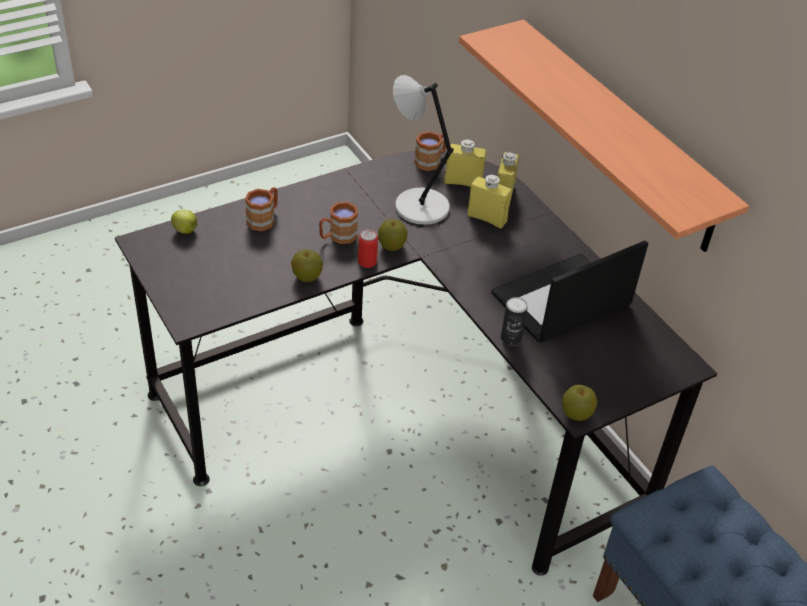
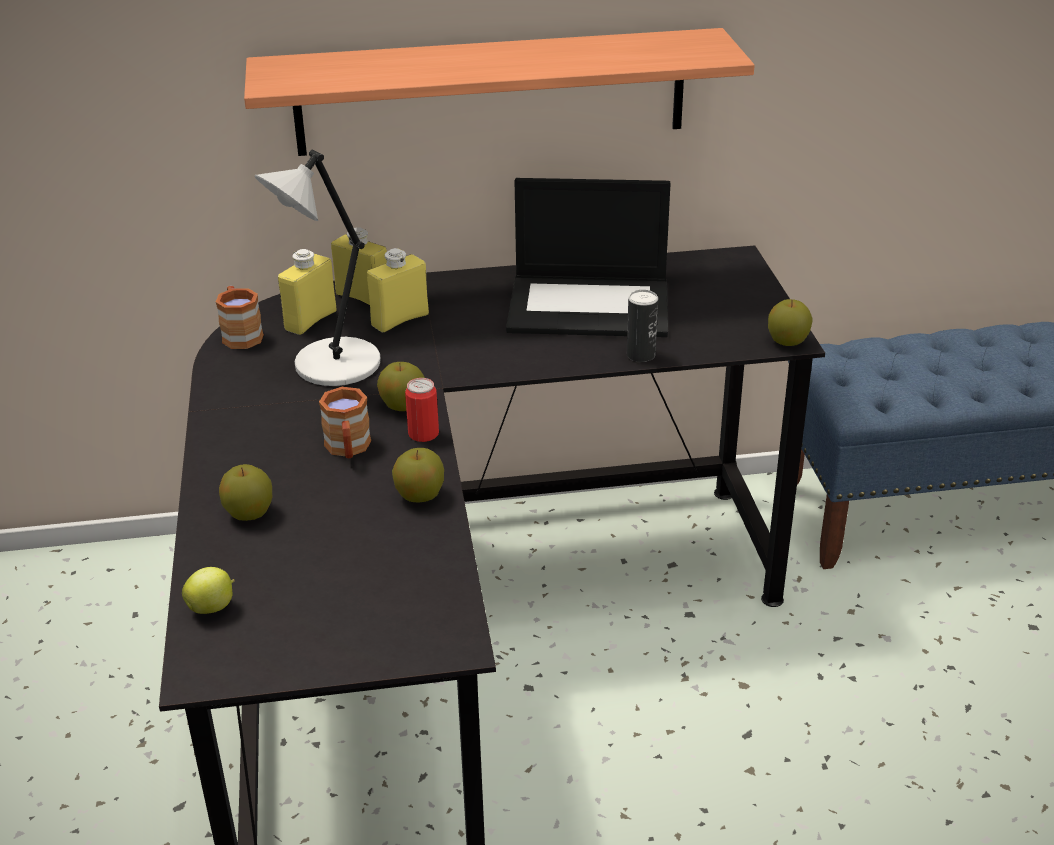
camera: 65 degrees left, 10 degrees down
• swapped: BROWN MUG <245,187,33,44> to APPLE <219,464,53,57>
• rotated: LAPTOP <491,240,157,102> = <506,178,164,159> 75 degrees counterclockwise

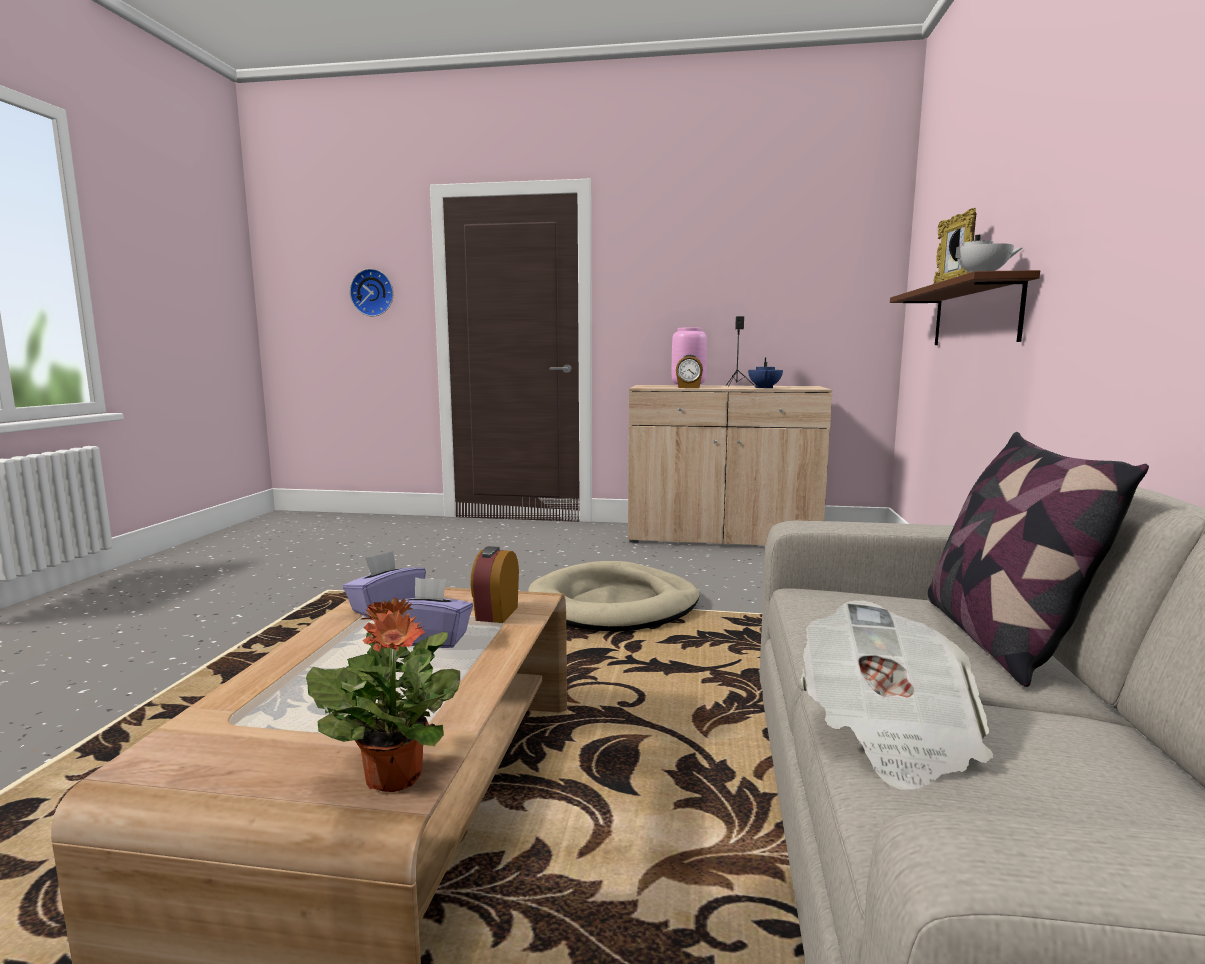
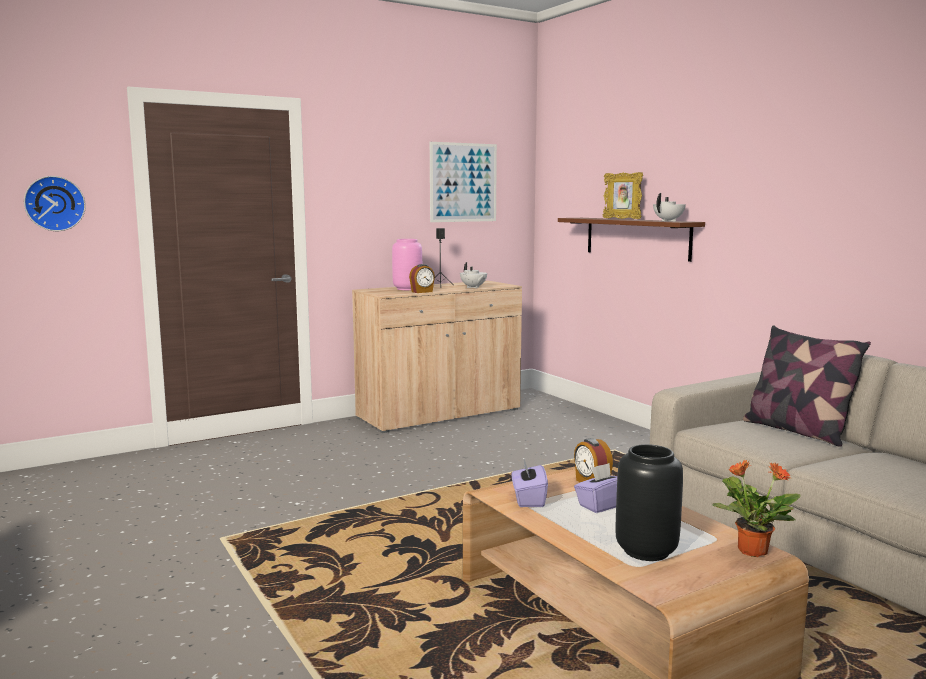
camera: 40 degrees left, 0 degrees up
• gone: BEIGE DOG BED <528,561,171,71>
• repainted: BLUE TEAPOT <748,358,35,30> to WHITE TEAPOT <460,262,27,26>
• gone: NEWSPAPER <801,600,192,190>
• new: PICTURE <430,142,67,80>
• new: BLACK VASE <616,444,67,117>

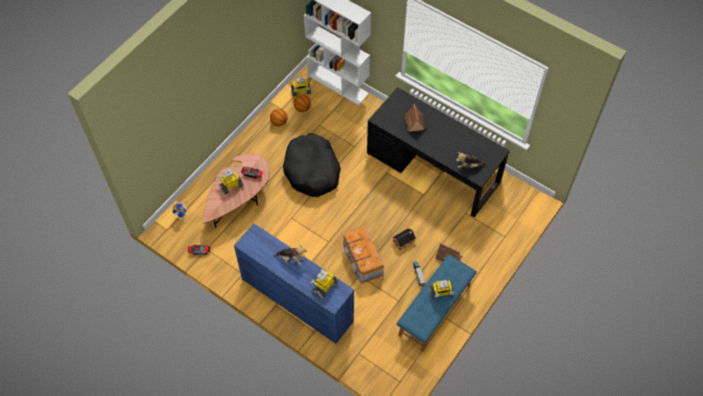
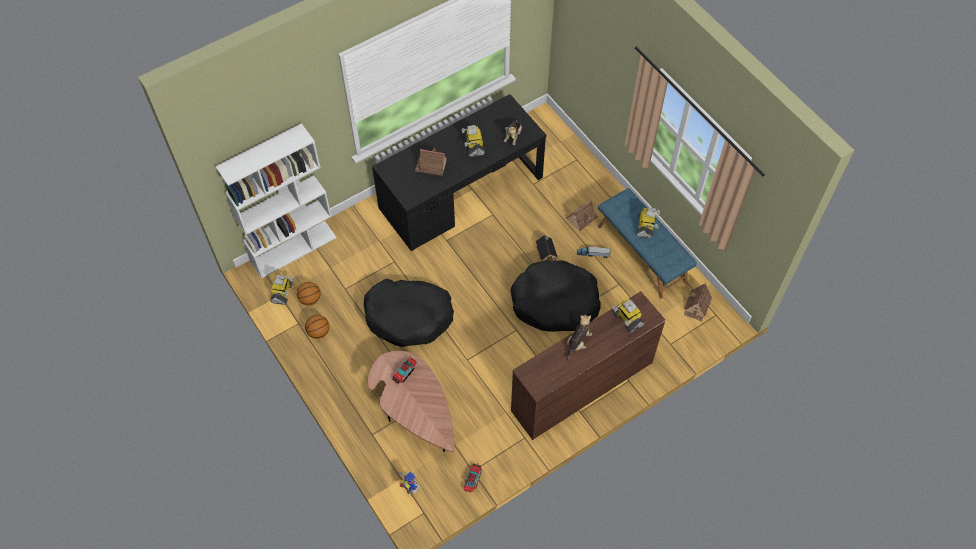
camera: 70 degrees left, 0 degrees up
• shifted: TOY ROBOT <218,169,25,25> to <462,125,23,32>
• repainted: BLUE DRESSER <234,224,120,120> to BROWN DRESSER <511,291,155,149>
• swapped: STORAGE BOX <343,225,41,58> to BLACK DOG BED <511,260,89,72>
• new: TOY HOUSE <684,283,28,38>

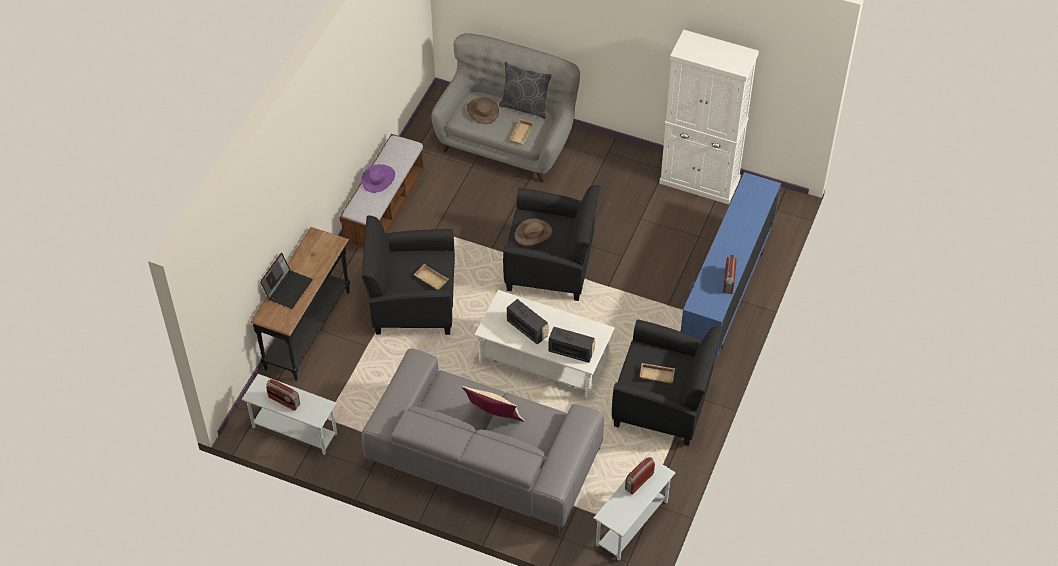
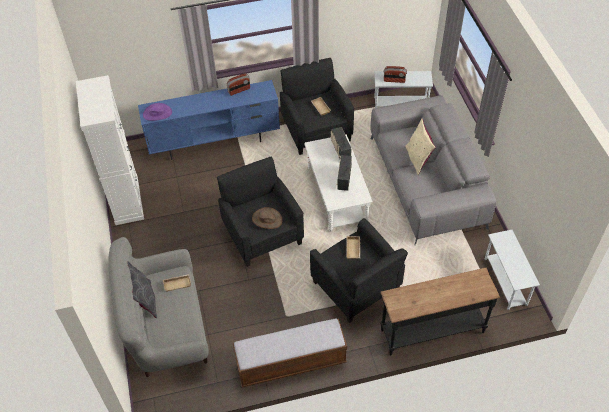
camera: 125 degrees left, 0 degrees up
• gone: LAPTOP <260,253,53,56>
• gone: RADIO <266,379,34,32>
• shifted: PURPLE HAT <362,164,33,29> to <143,103,29,18>
• gone: BROWN HAT <467,97,32,27>

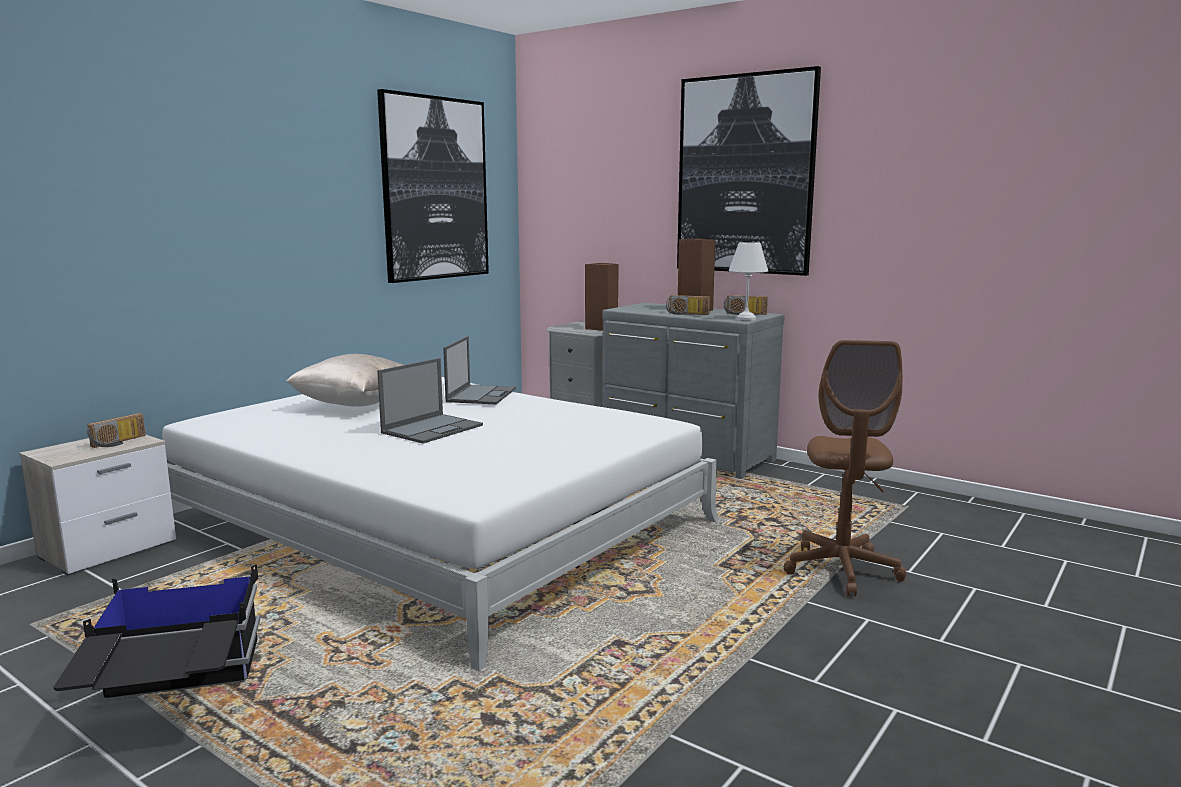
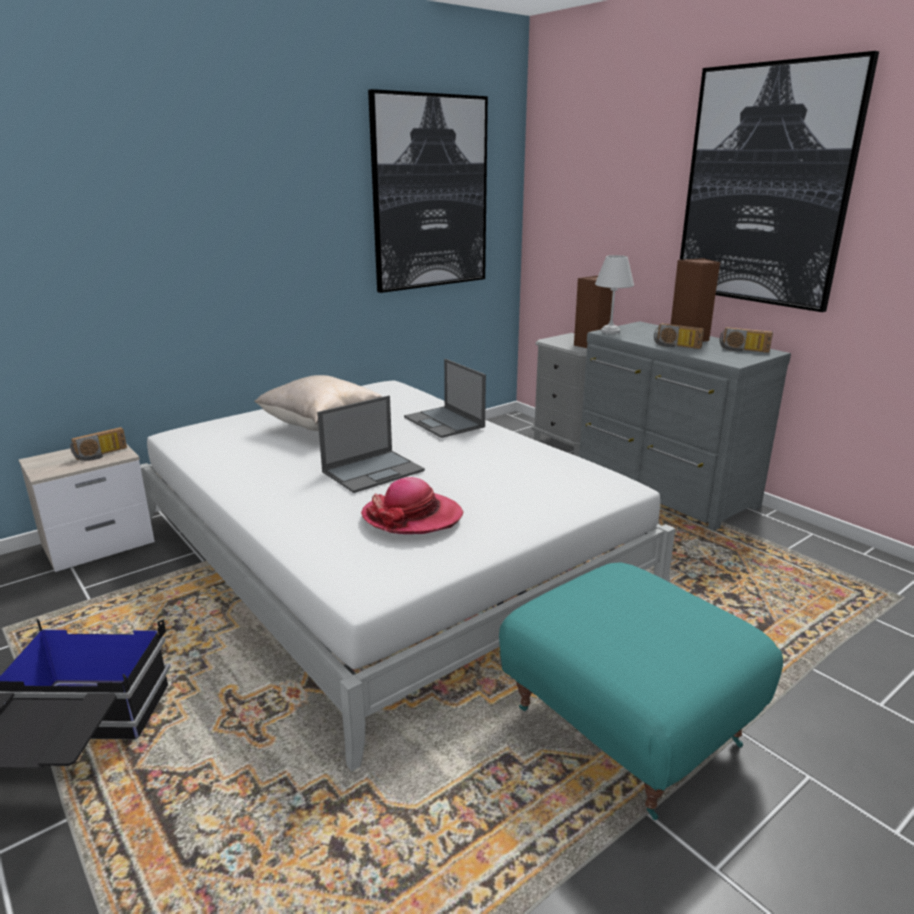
camera: 15 degrees right, 10 degrees up
• rotated: LAPTOP <443,336,73,68> = <404,359,82,79> 120 degrees clockwise
• shifted: WHITE TABLE LAMP <729,242,39,78> to <595,255,39,79>
• gone: BROWN OFFICE CHAIR <784,340,122,257>
• new: HAT <361,477,102,57>
• new: TURQUOISE OTTOMAN <499,563,284,257>

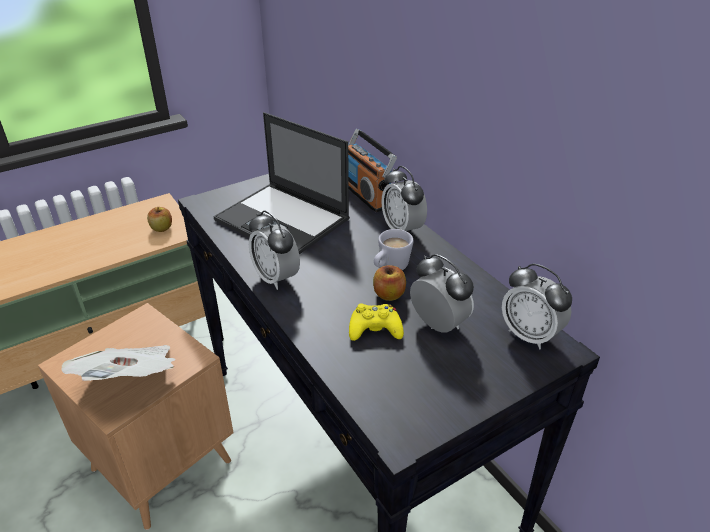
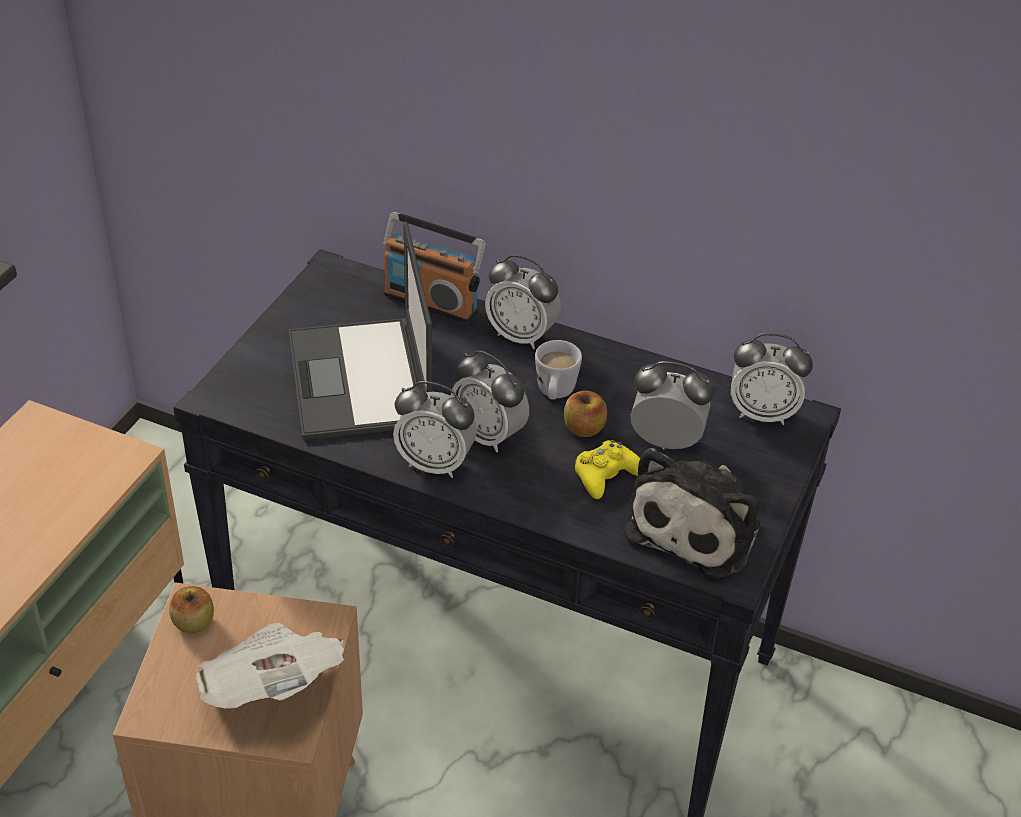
camera: 35 degrees left, 5 degrees up
• shifted: APPLE <147,207,25,25> to <169,586,45,47>
• rotated: LAPTOP <213,112,137,142> = <289,222,143,218> 75 degrees clockwise
• new: ALARM CLOCK <451,350,78,103>
• new: PLUSH TOY <624,448,136,130>

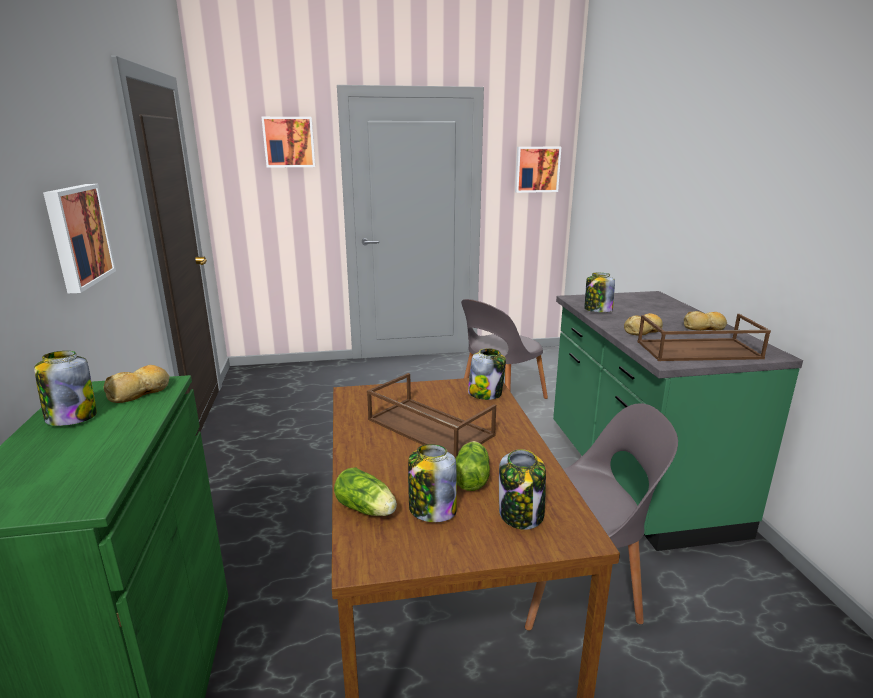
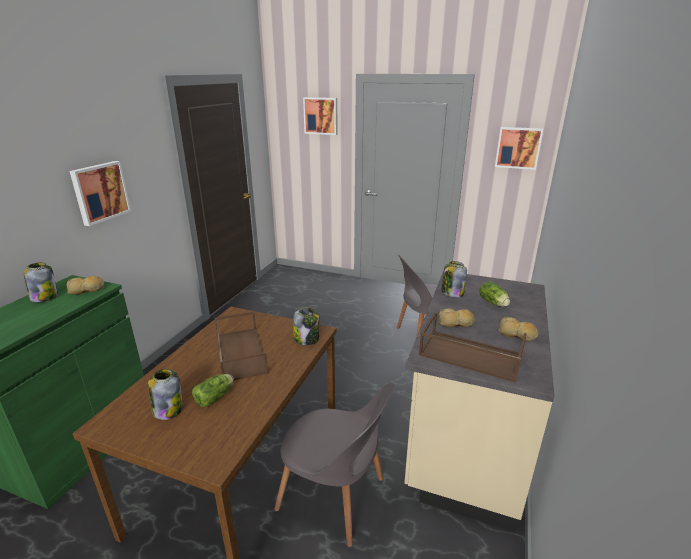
camera: 30 degrees right, 5 degrees up
• shifted: LETTUCE <334,467,63,49> to <479,281,31,26>
• gone: JAR <499,449,47,81>
• repainted: GREEN COUNTER <553,291,250,260> to BEIGE COUNTER <404,271,150,261>

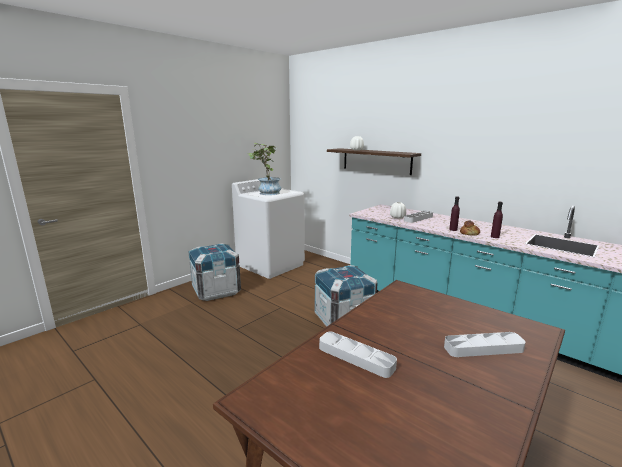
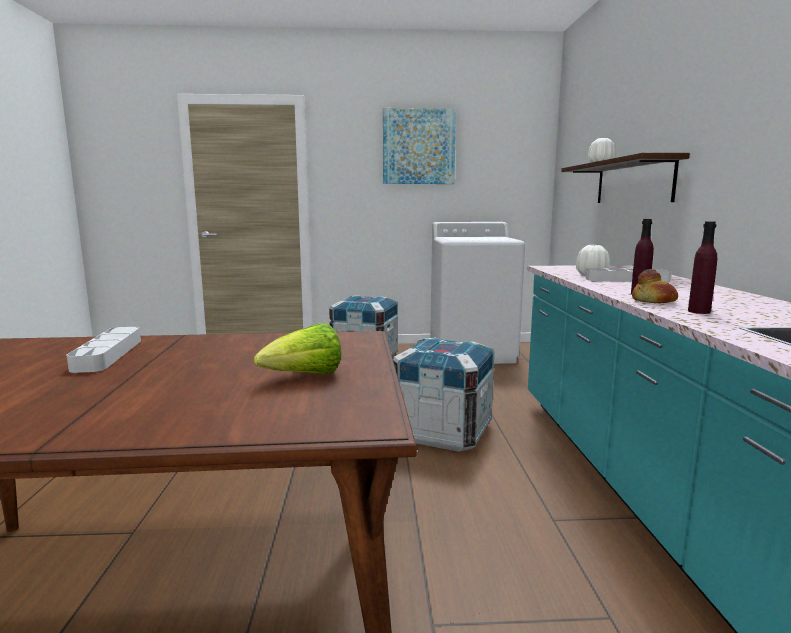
camera: 45 degrees right, 5 degrees down
• gone: POTTED PLANT <247,143,34,52>
• gone: GREY TRAY <444,332,82,25>
• new: LETTUCE <254,323,87,51>
• new: PICTURE <383,108,73,76>

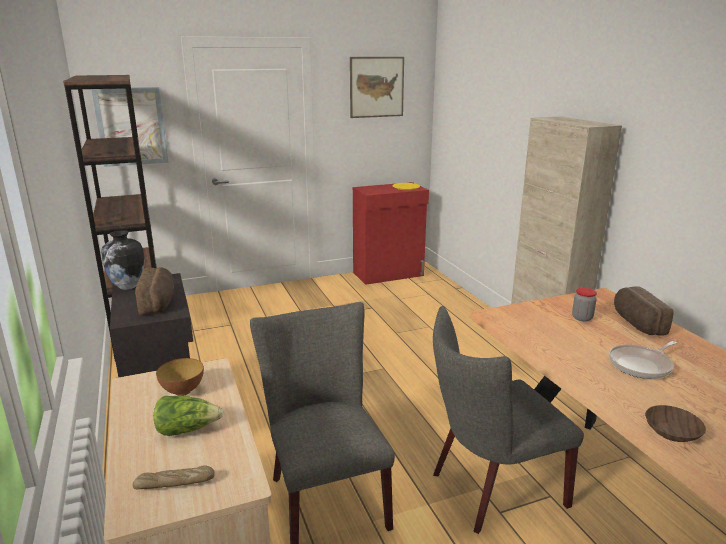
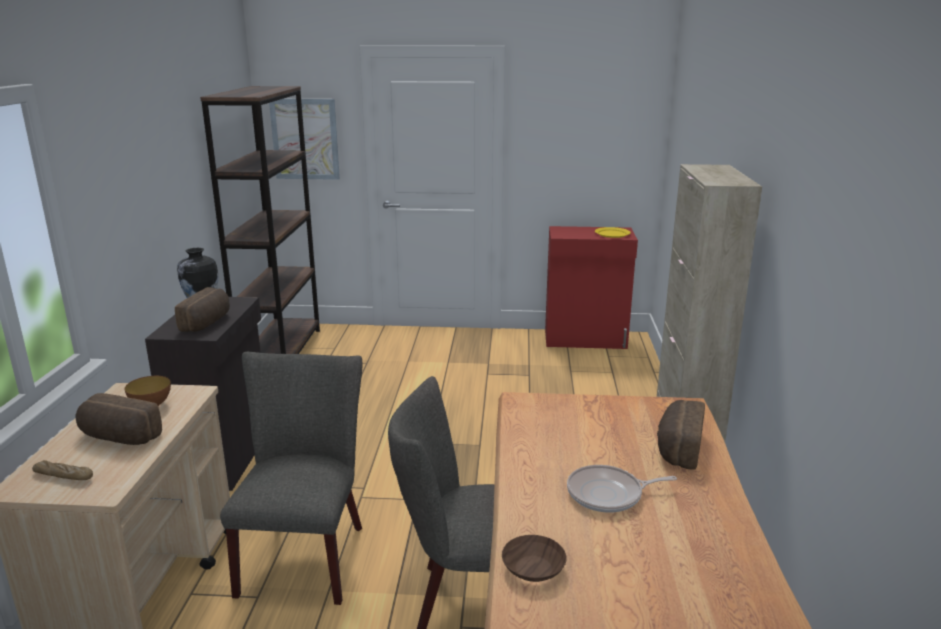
camera: 25 degrees right, 0 degrees up
• swapped: LETTUCE <154,396,70,40> to BREAD <75,393,87,52>
• gone: PICTURE <350,57,54,61>
• gone: JAR <572,288,25,34>

